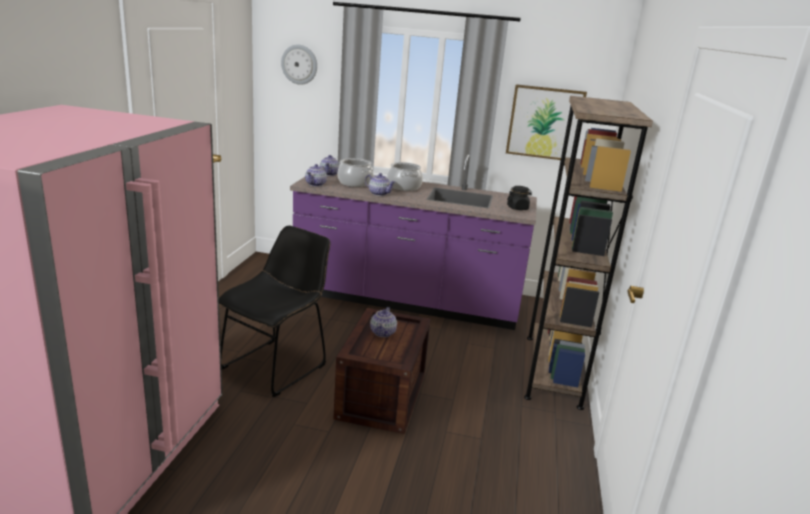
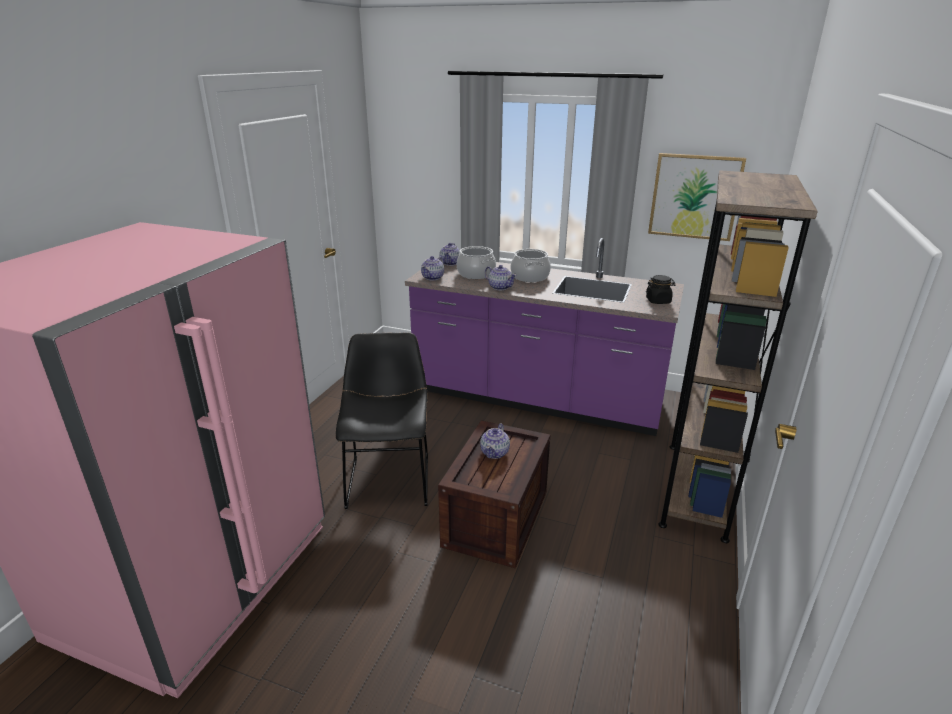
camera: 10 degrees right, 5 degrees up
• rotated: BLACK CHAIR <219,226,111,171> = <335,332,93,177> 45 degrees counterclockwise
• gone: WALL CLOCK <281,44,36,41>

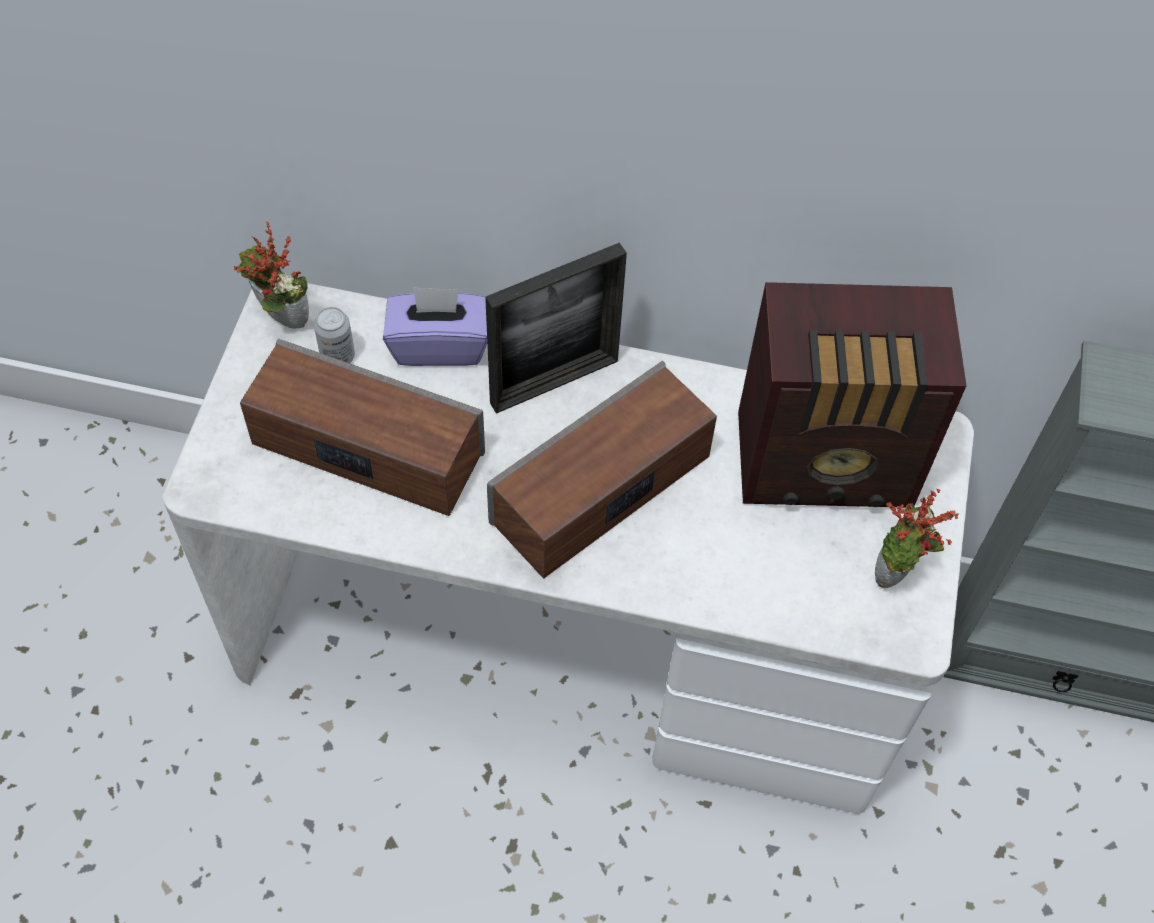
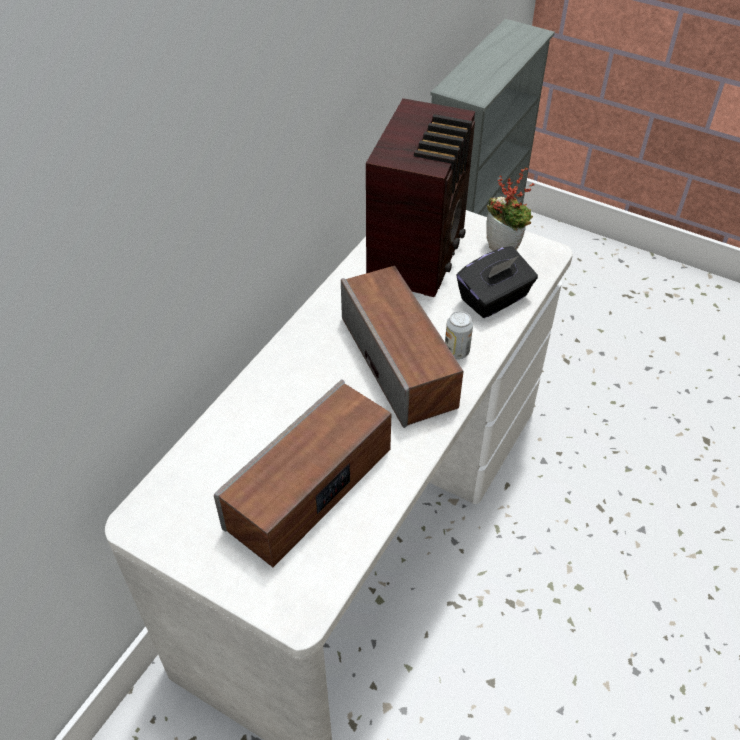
camera: 70 degrees left, 10 degrees down
• gone: POTTED PLANT <234,221,75,108>
• shifted: CAN <314,307,41,56> to <445,311,28,48>
• gone: PURPLE TISSUE BOX <383,287,104,79>
• gone: PICTURE FRAME <485,243,142,171>
• new: BLACK TISSUE BOX <457,246,81,72>

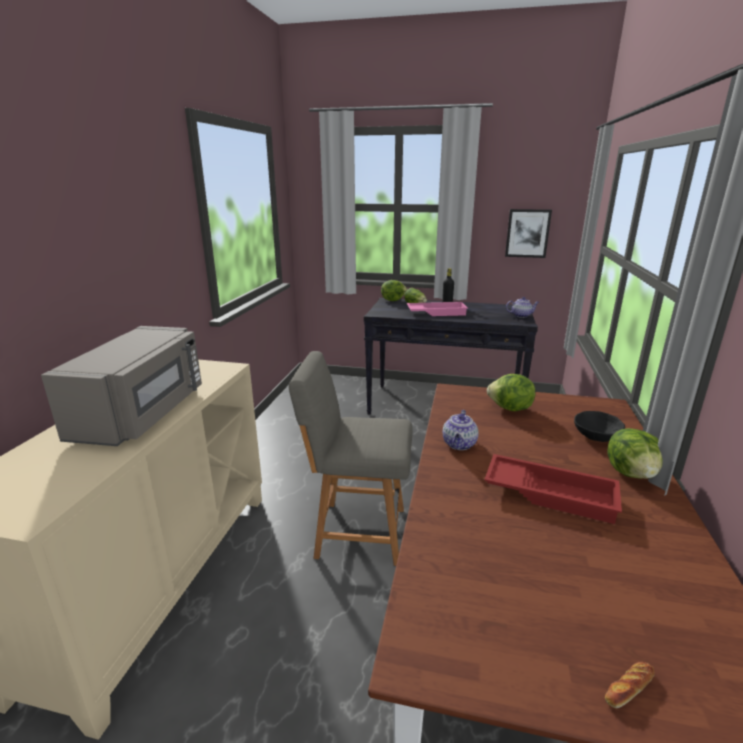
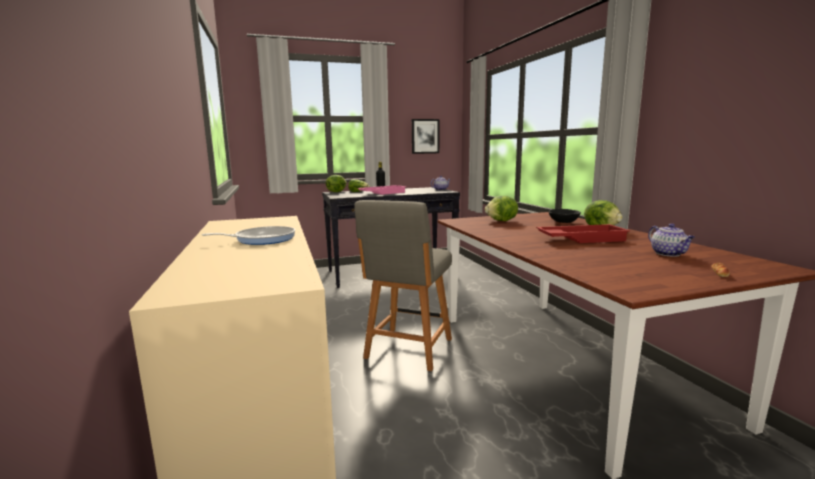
camera: 30 degrees left, 10 degrees down
• swapped: GREY MICROWAVE <41,326,161,120> to FRYING PAN <202,226,93,19>
• rotated: GREY CHAIR <289,351,124,215> = <354,200,98,171> 45 degrees counterclockwise
• shifted: TEAPOT <442,410,37,40> to <648,223,47,34>

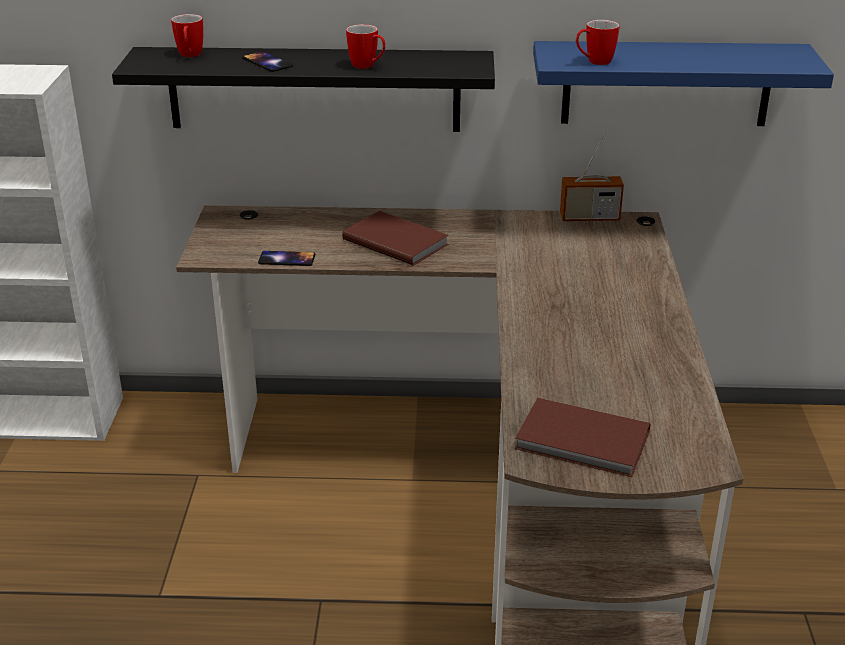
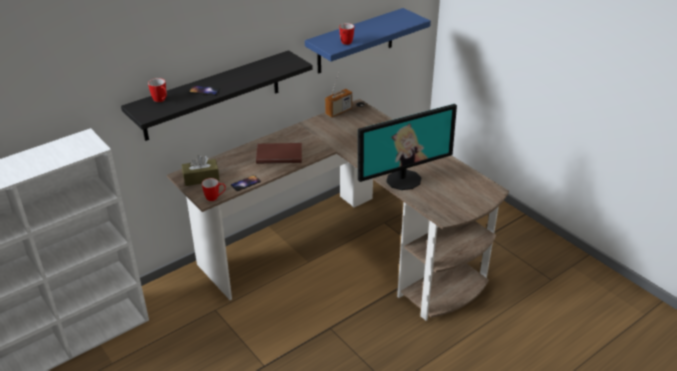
camera: 40 degrees left, 5 degrees up
• shifted: MUG <346,24,40,45> to <202,178,24,23>
• gone: BROWN BOOK <515,398,135,79>
• new: BROWN TISSUE BOX <182,155,38,31>
• new: MONITOR <358,104,99,86>

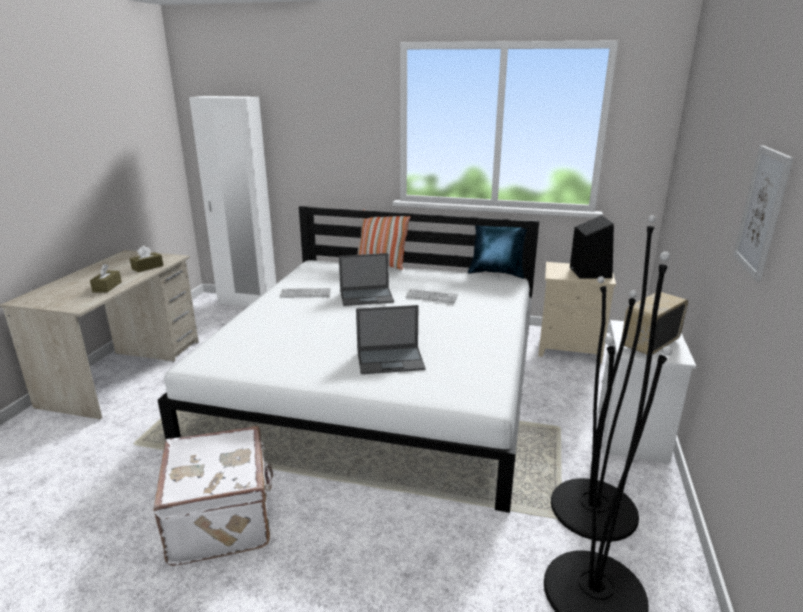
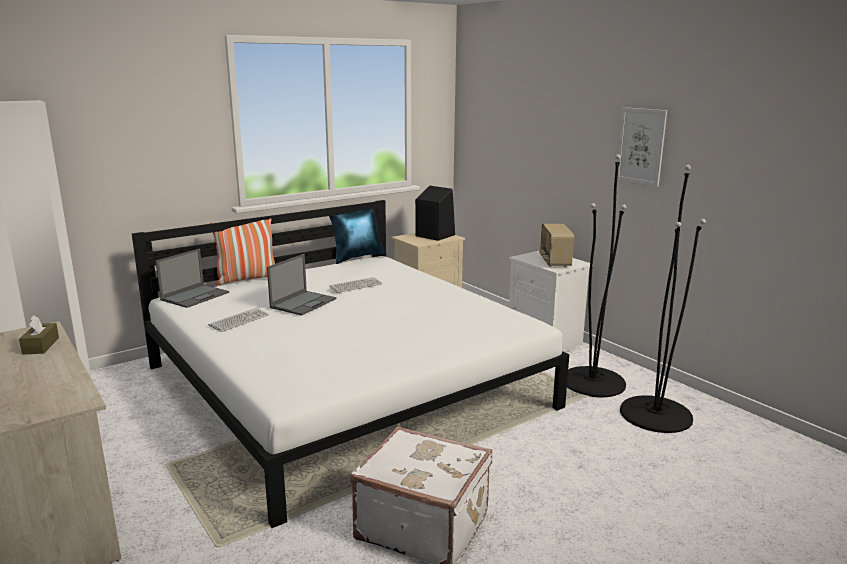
camera: 50 degrees left, 5 degrees down
• gone: BROWN TISSUE BOX <90,264,32,29>
• shifted: LAPTOP <356,305,70,69> to <156,248,73,60>

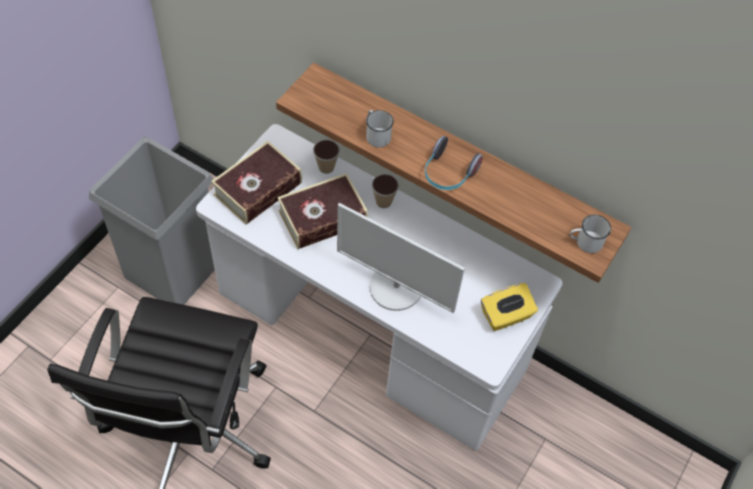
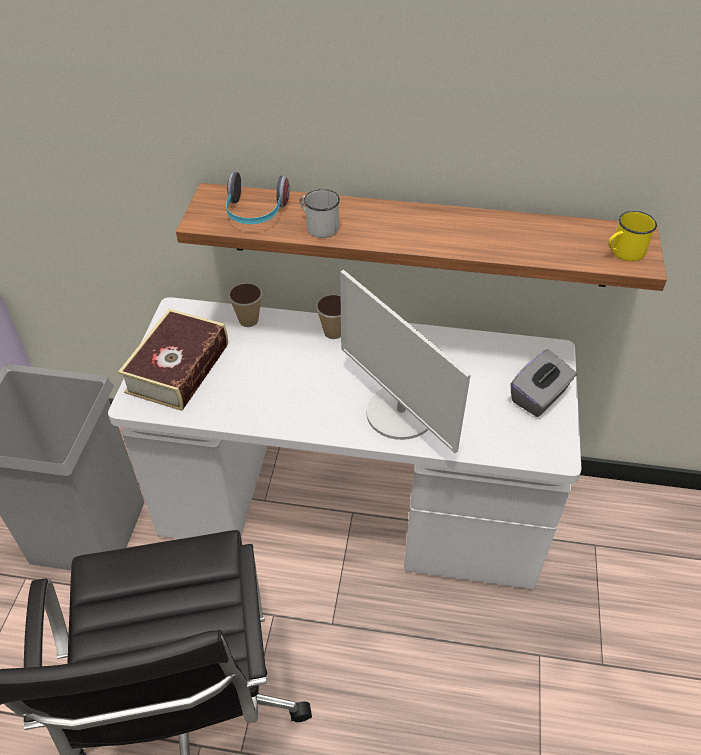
camera: 20 degrees left, 10 degrees down
• gone: BOOK <277,173,91,76>
• rotated: MONITOR <337,203,128,110> = <340,270,131,183> 45 degrees clockwise
• shifted: HEADPHONES <425,136,58,54> to <226,172,64,52>
• repainted: YELLOW TISSUE BOX <481,283,57,48> to GREY TISSUE BOX <511,349,66,68>
• repainted: WHITE MUG <570,215,41,38> to YELLOW MUG <608,211,49,50>

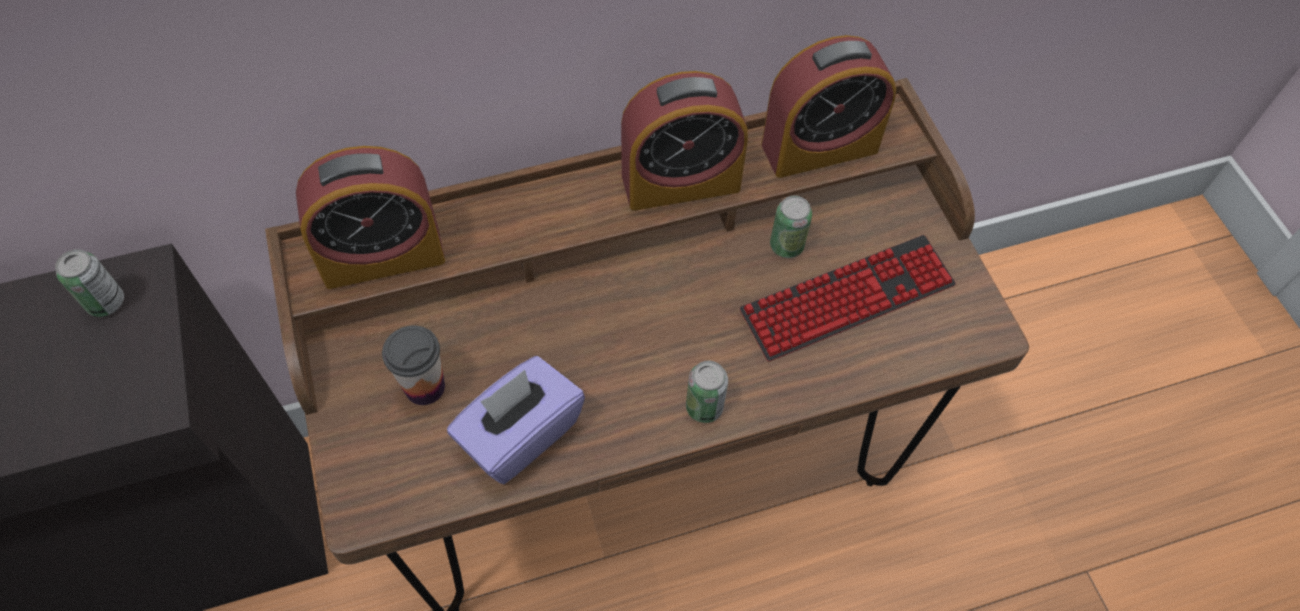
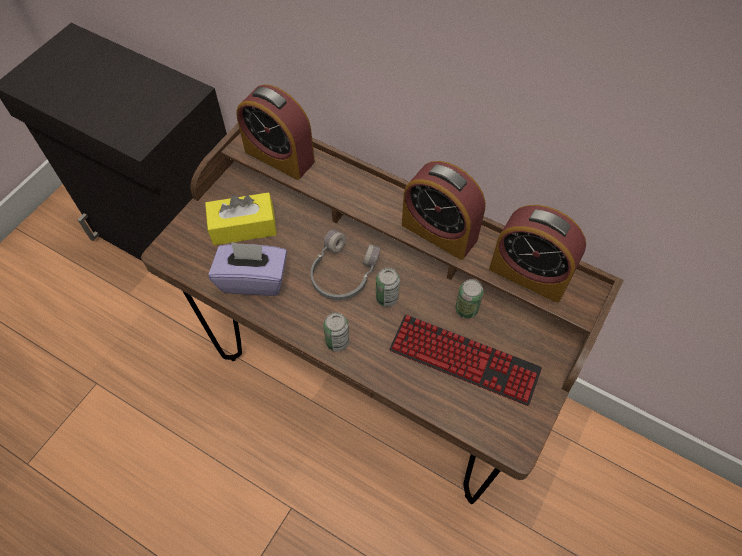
camera: 50 degrees right, 0 degrees up
• shifted: CAN <55,249,69,68> to <376,268,24,39>
• swapped: CUP <382,325,63,80> to YELLOW TISSUE BOX <205,192,72,53>
• new: GREY HEADPHONES <311,230,70,70>

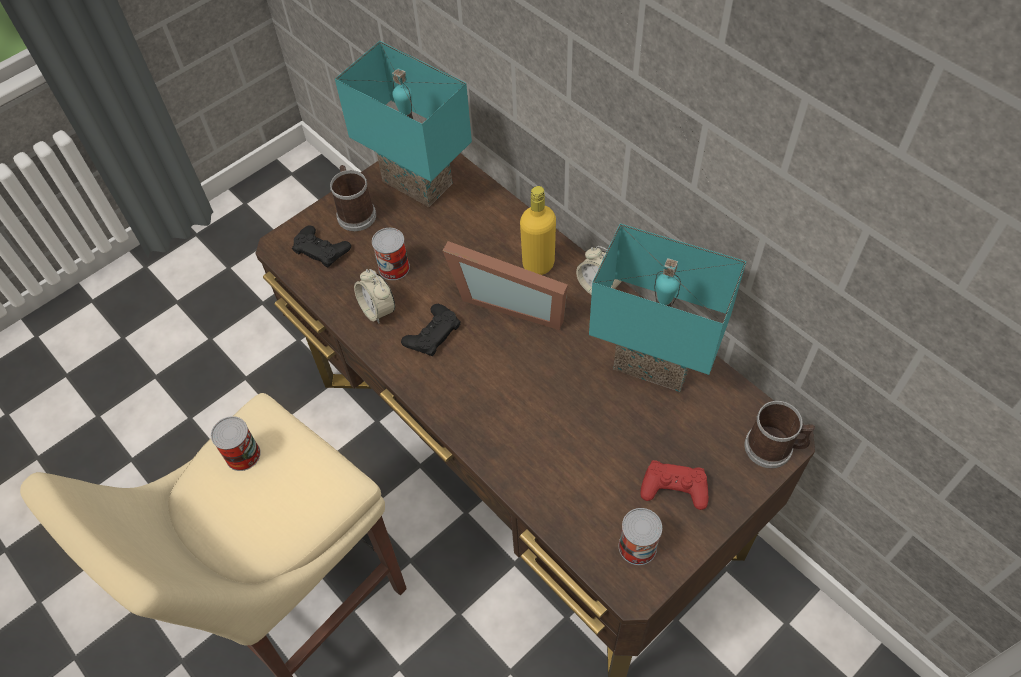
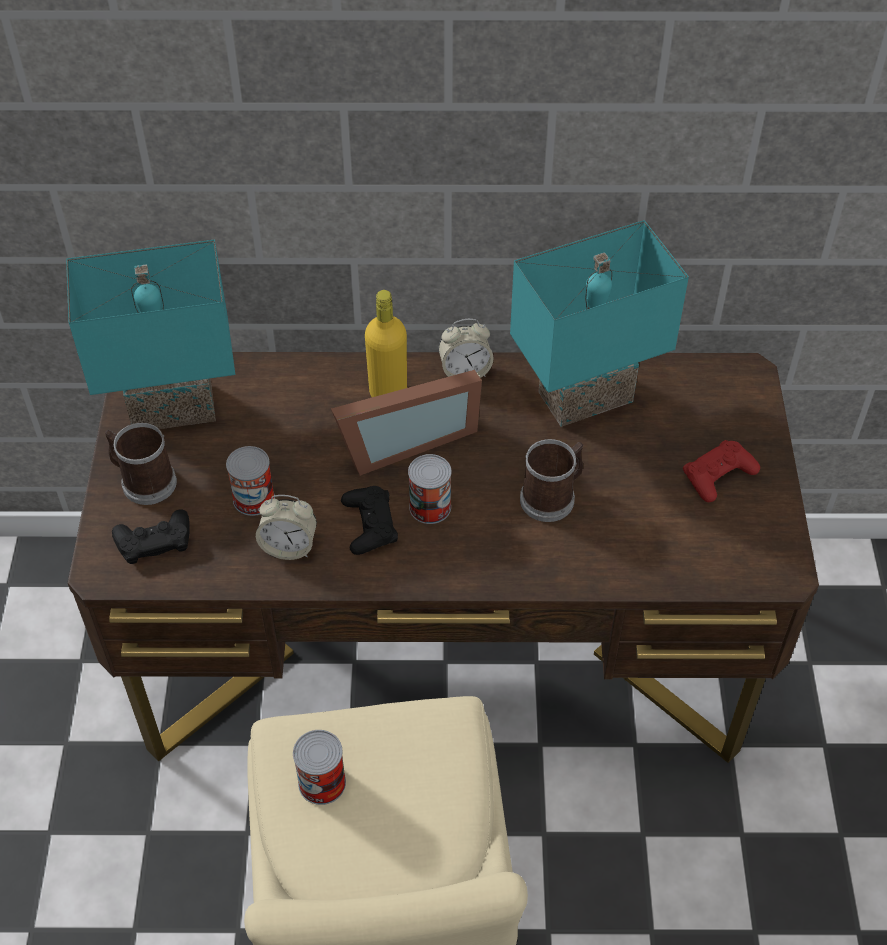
camera: 50 degrees left, 5 degrees down
• shifted: CAN <619,508,43,57> to <408,454,44,70>
• shifted: MUG <745,401,70,67> to <520,439,63,83>

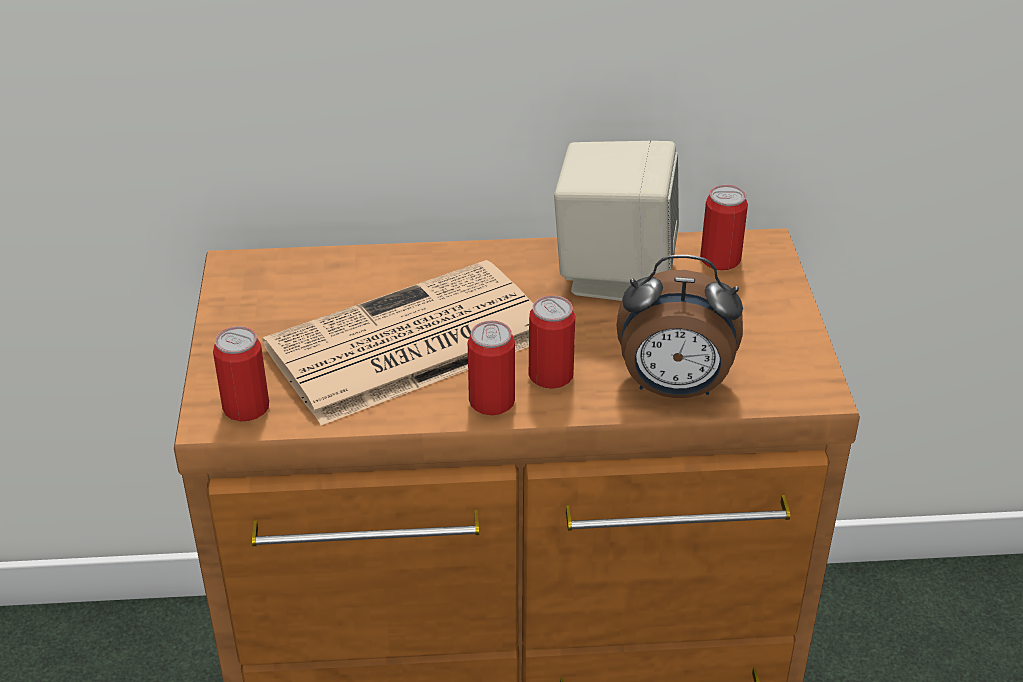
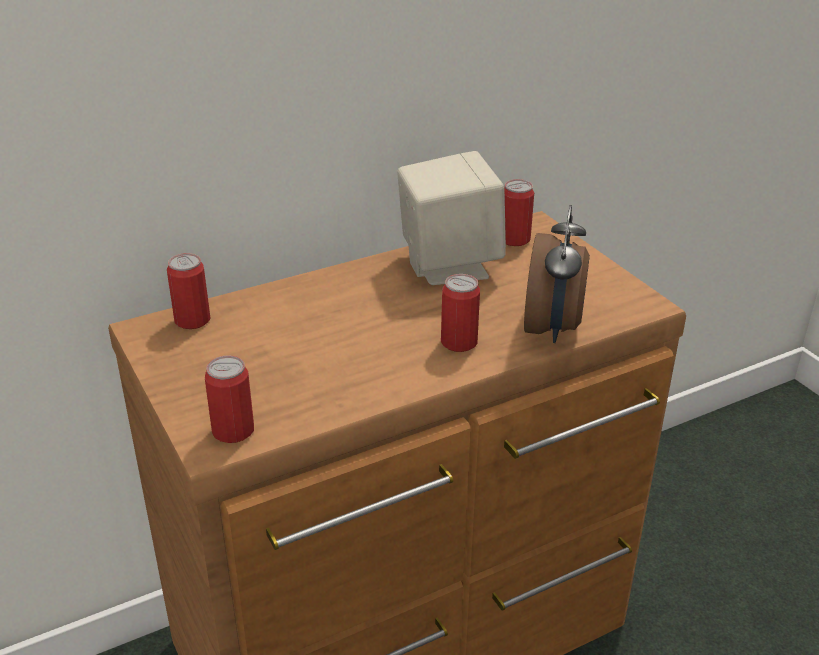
camera: 25 degrees left, 5 degrees down
• gone: NEWSPAPER <262,260,271,165>
• shifted: CAN <468,321,47,94> to <167,253,43,76>
• rotated: ALARM CLOCK <617,255,126,143> = <524,205,66,138> 60 degrees counterclockwise

